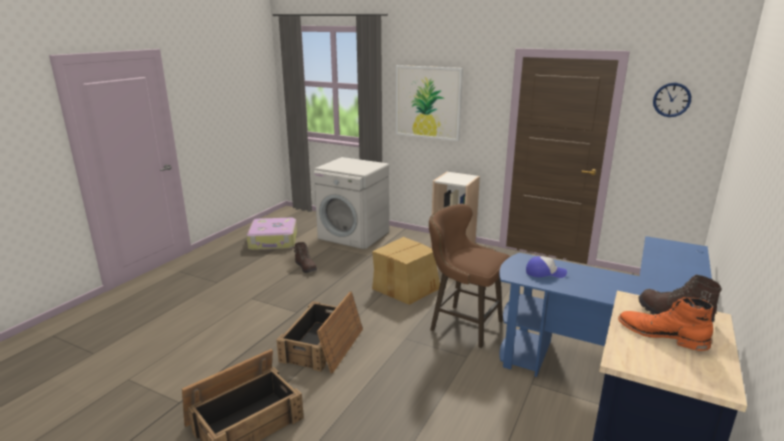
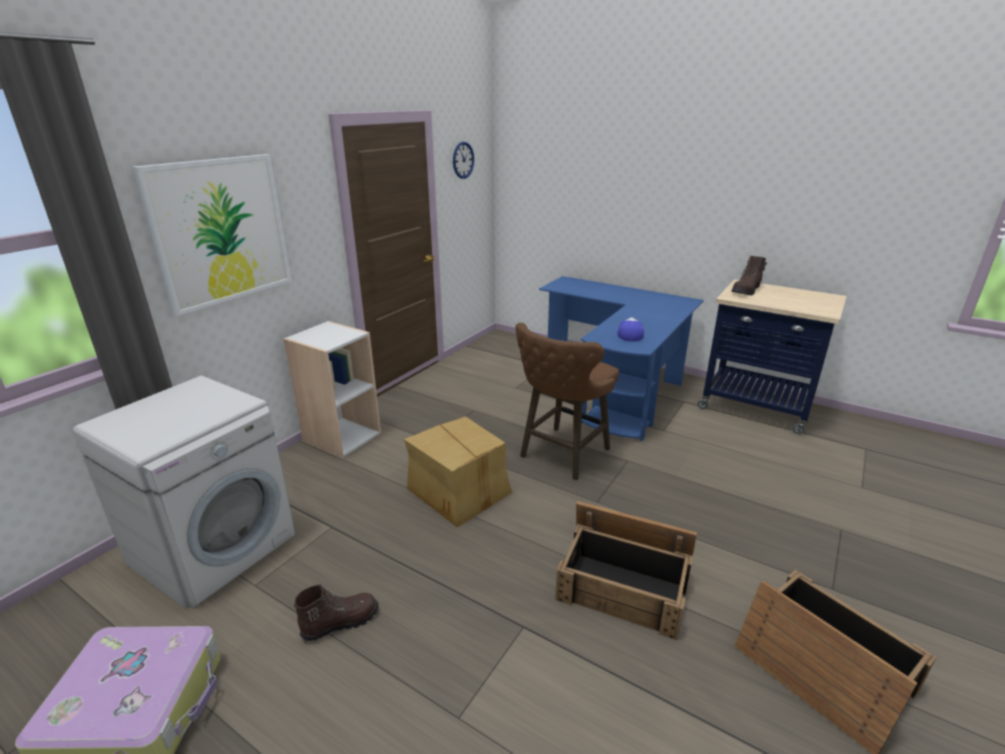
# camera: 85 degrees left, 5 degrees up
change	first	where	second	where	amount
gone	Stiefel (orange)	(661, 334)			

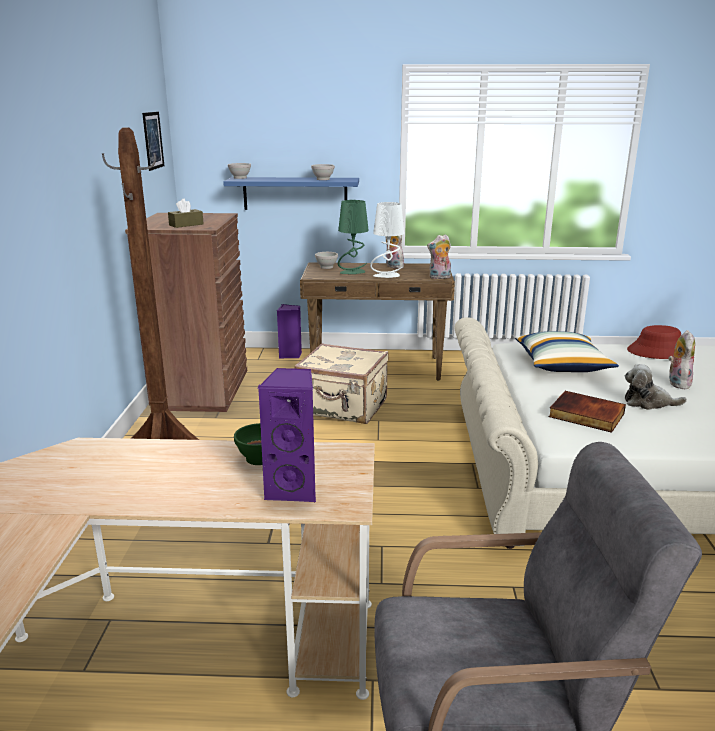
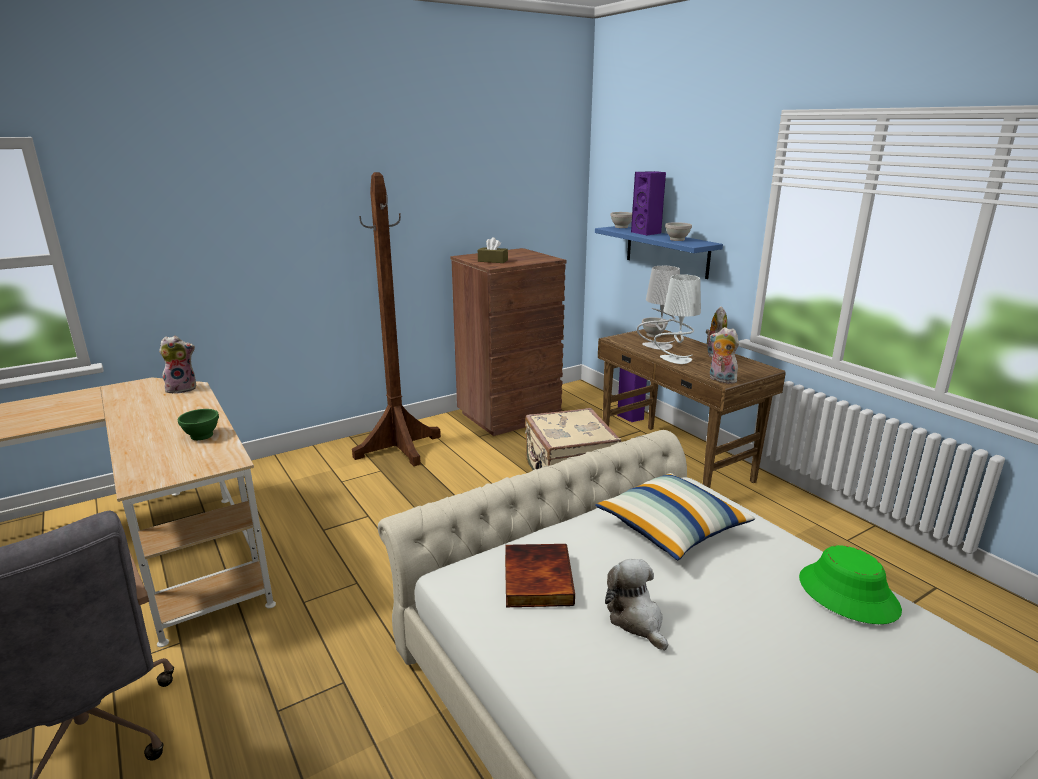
# camera: 55 degrees right, 0 degrees up
change	first	where	second	where	amount
gone	Bild	(153, 140)			
shifted	Lautsprecher (lila)	(294, 489)		(647, 233)	
shifted	Plüschtier	(677, 383)		(182, 388)	
repainted	Tischlampe (grün)	(352, 272)	Tischlampe (grau)	(657, 347)	
repainted	Hut (rot)	(658, 352)	Hut (grün)	(847, 594)	

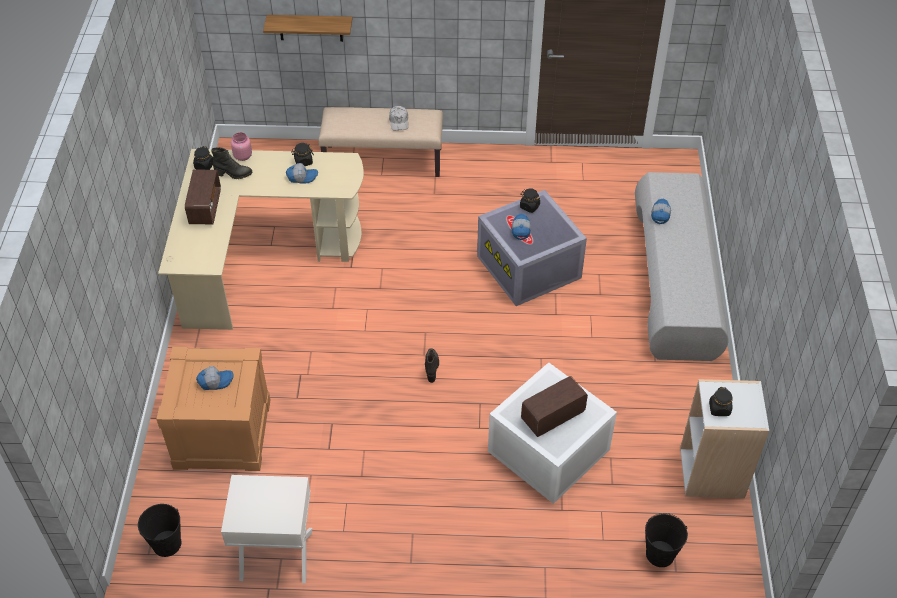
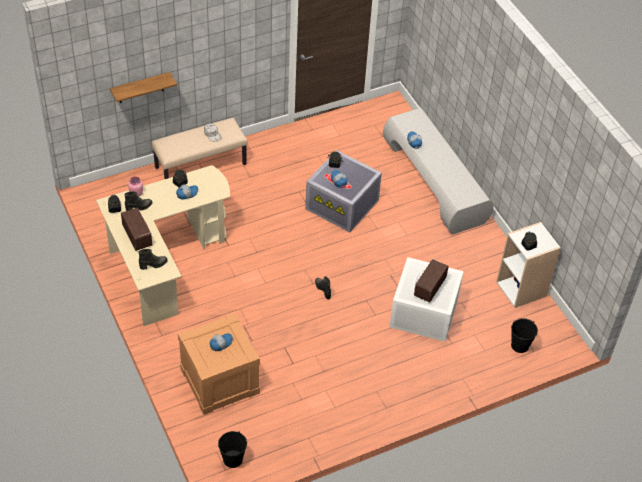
# camera: 30 degrees left, 0 degrees up
change	first	where	second	where	amount
gone	Nachttisch (weiß)	(276, 555)			
new			Stiefel (schwarz)	(153, 265)	

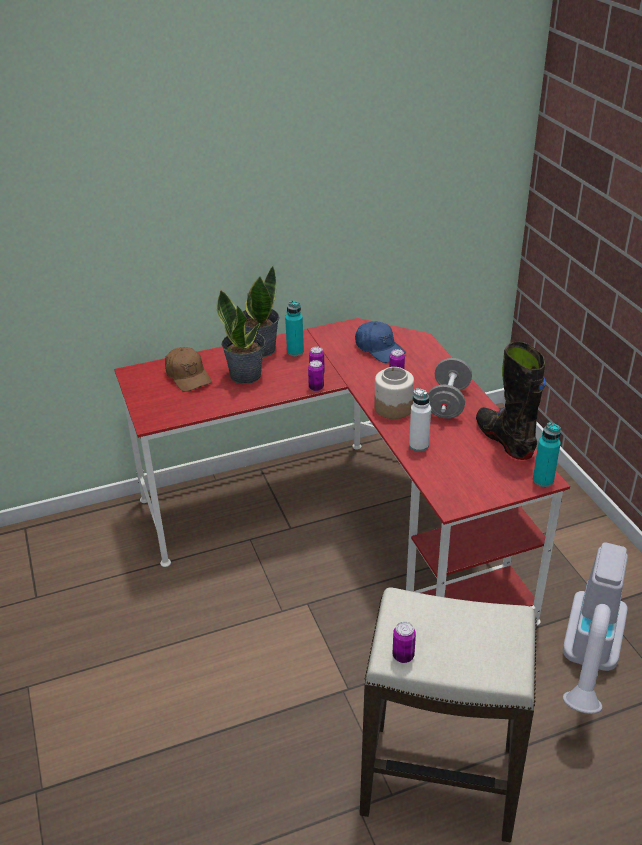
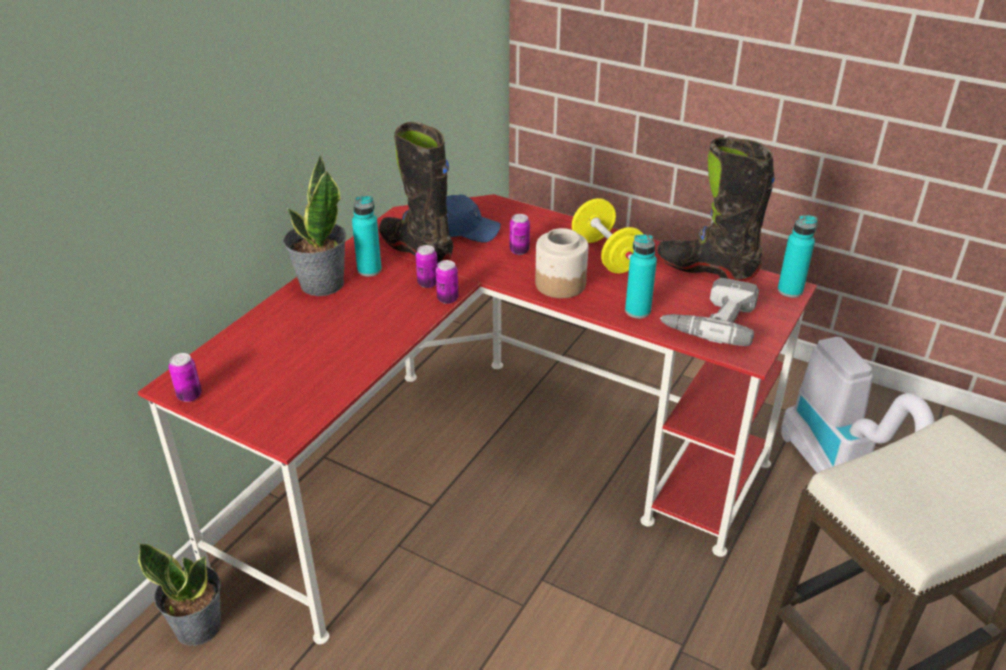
# camera: 40 degrees left, 0 degrees up
change	first	where	second	where	amount
gone	Kappe (braun)	(188, 376)			
new			Stiefel (schwarz)	(416, 250)	
new			Bohrmaschine	(710, 319)	
shifted	Topfpflanze	(246, 375)		(198, 625)	
shifted	Dose	(403, 656)		(189, 395)	
repainted	Flasche (weiß)	(418, 445)	Flasche (türkis)	(637, 311)	
repainted	Hantel (grau)	(448, 403)	Hantel (gelb)	(607, 255)	

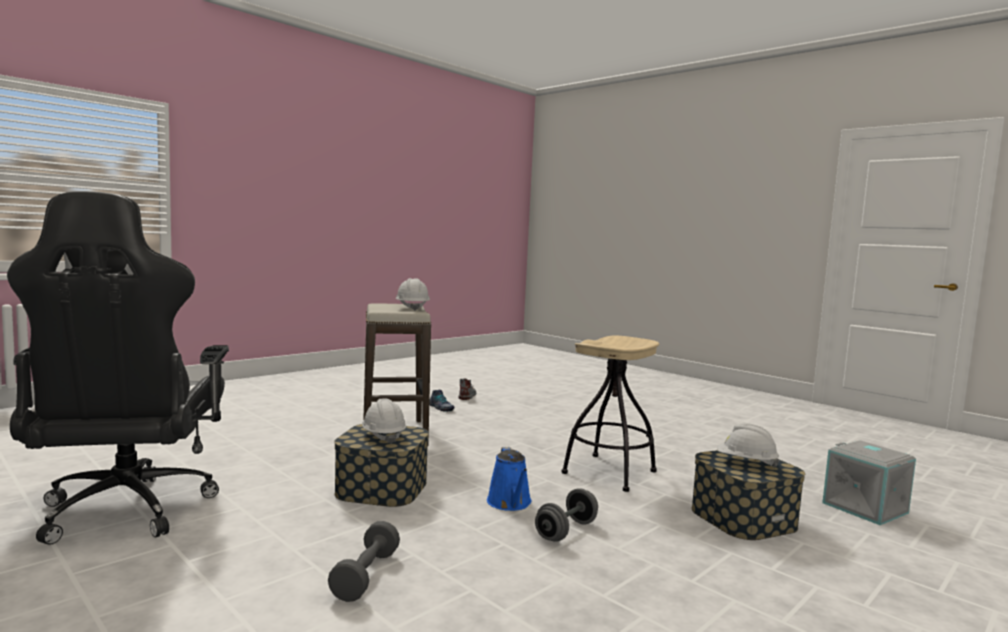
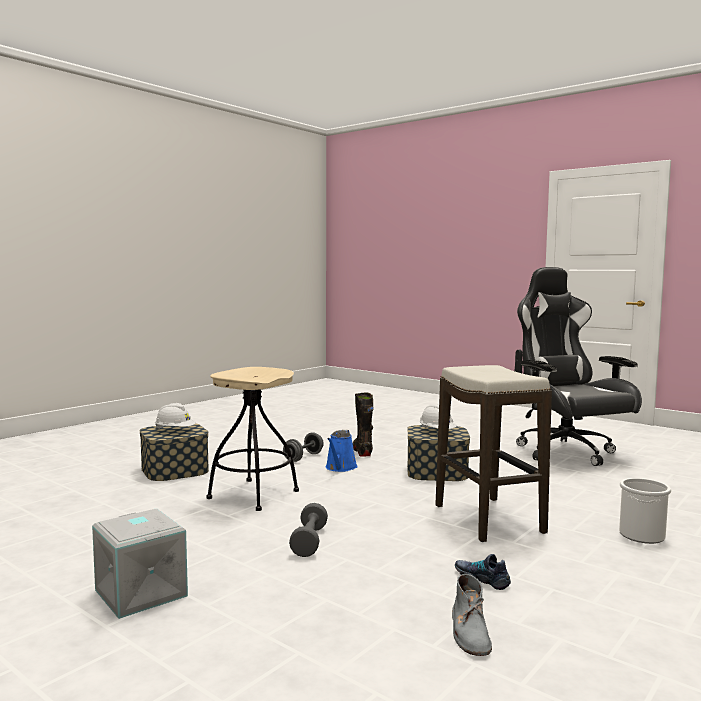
# camera: 175 degrees right, 0 degrees up
change	first	where	second	where	amount
gone	Schutzhelm (weiß)	(412, 308)			
new			Stiefel (schwarz)	(362, 452)	
new			Eimer	(641, 535)	
shifted	Hantel (grau)	(365, 576)		(309, 542)	
shifted	Aufbewahrungsbox (grau)	(866, 508)		(139, 593)	
rotated	Gießkanne (blau)	(510, 503)		(340, 468)	150 degrees counterclockwise

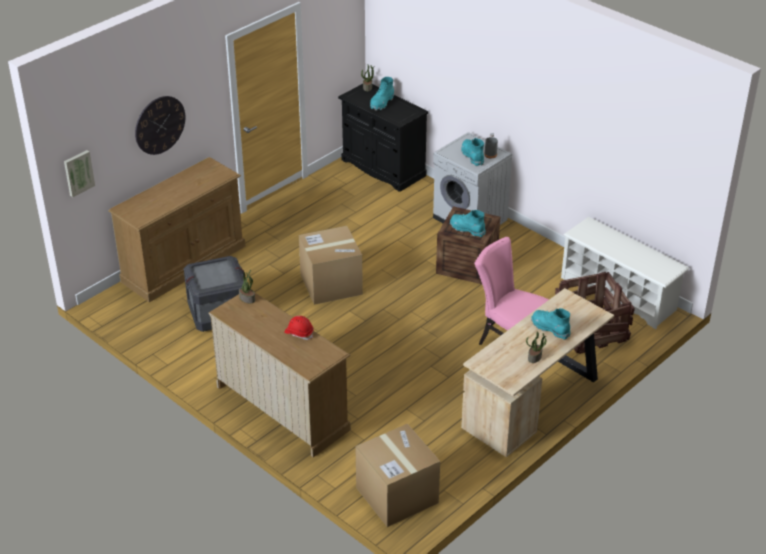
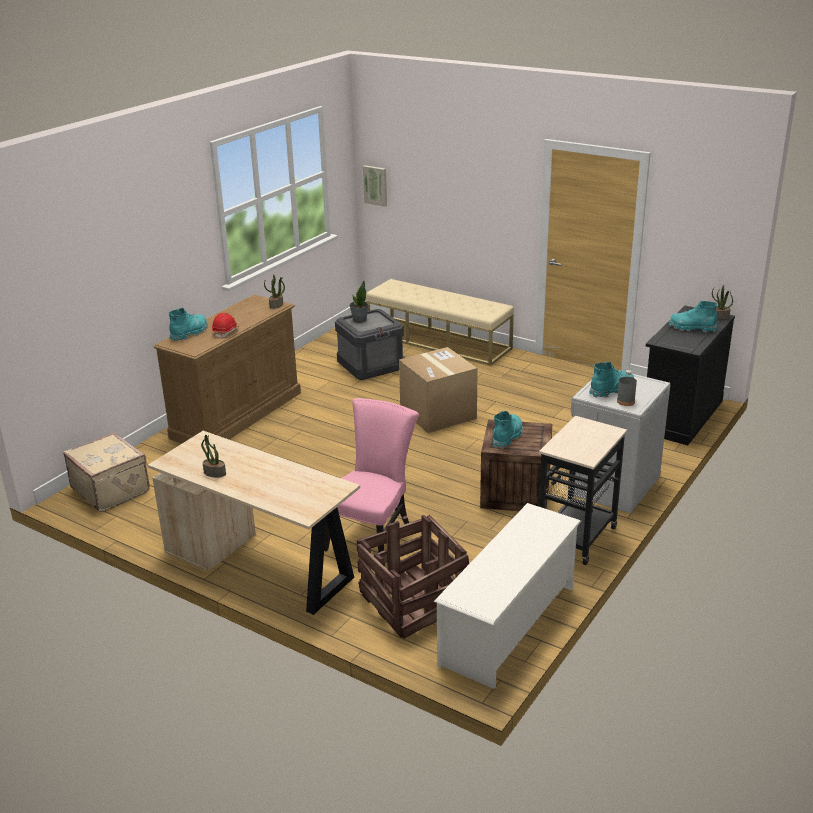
# camera: 80 degrees right, 10 degrees down
change	first	where	second	where	amount
gone	Wanduhr	(160, 125)			
new			Topfpflanze	(359, 320)	
new			Rollwagen	(577, 539)	
shifted	Stiefel (türkis)	(550, 328)		(189, 333)	
swapped	Schrank (braun)	(185, 263)	Bank (beige)	(439, 341)	
swapped	Karton	(397, 495)	Koffer (beige)	(111, 489)	

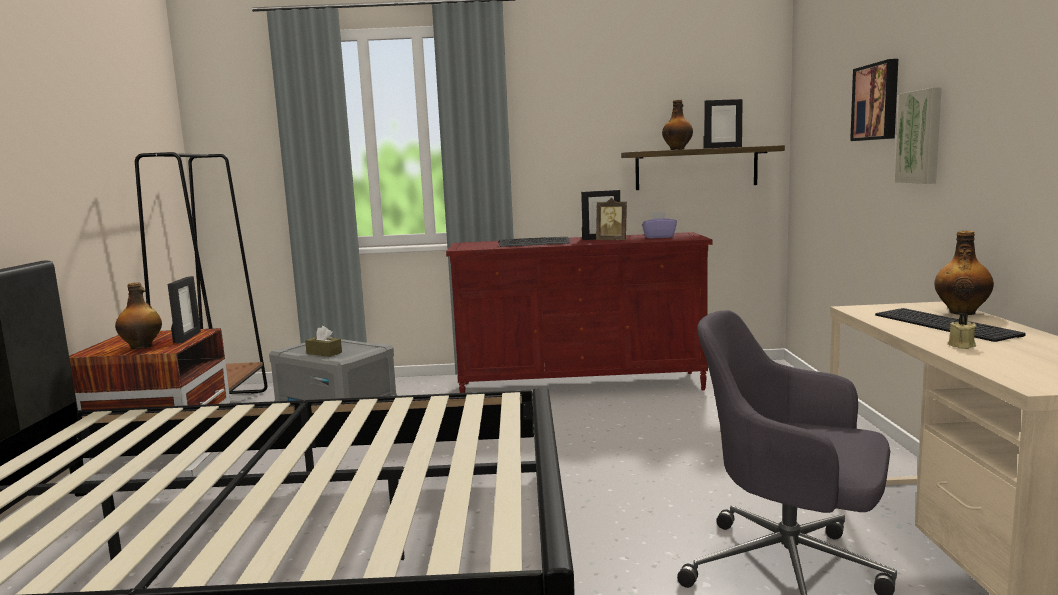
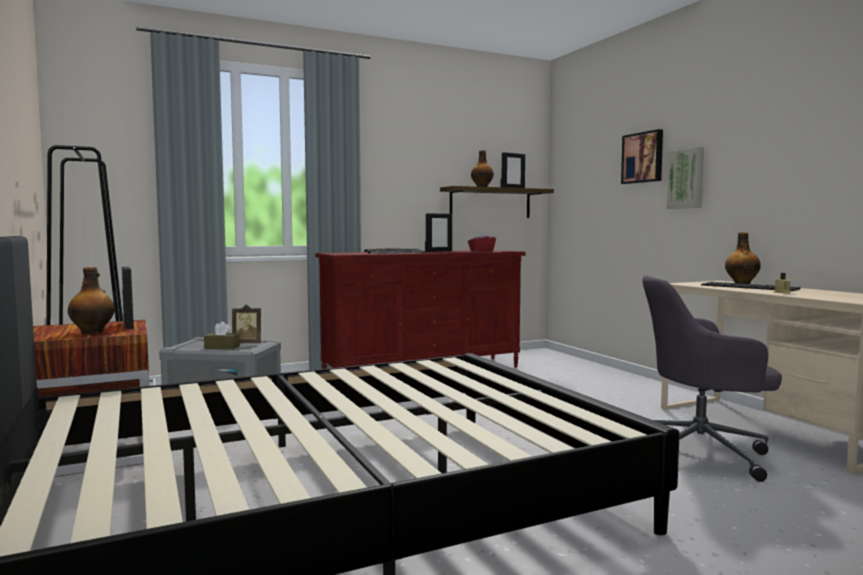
# camera: 25 degrees left, 5 degrees down
change	first	where	second	where	amount
shifted	Bilderrahmen	(612, 241)		(247, 343)	
repainted	Taschentuchbox (lila)	(659, 237)	Taschentuchbox (rot)	(481, 251)	

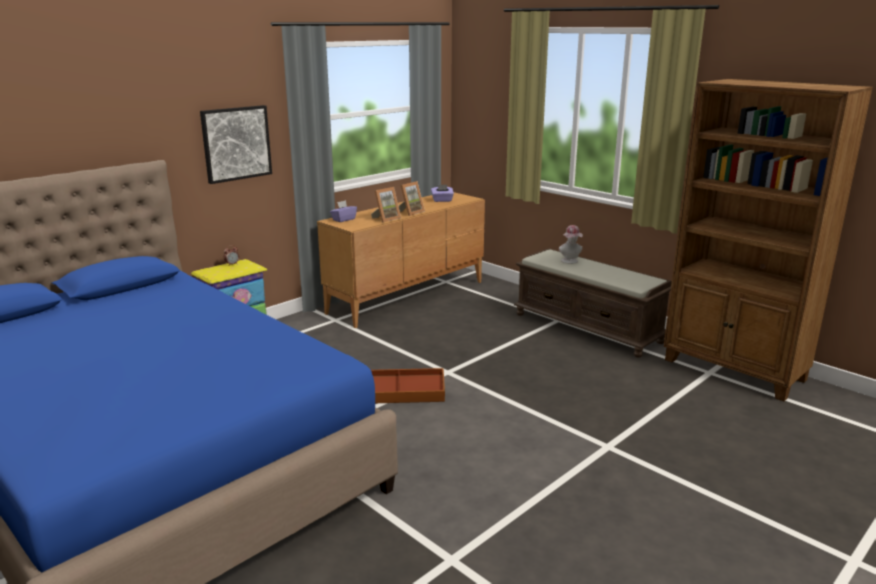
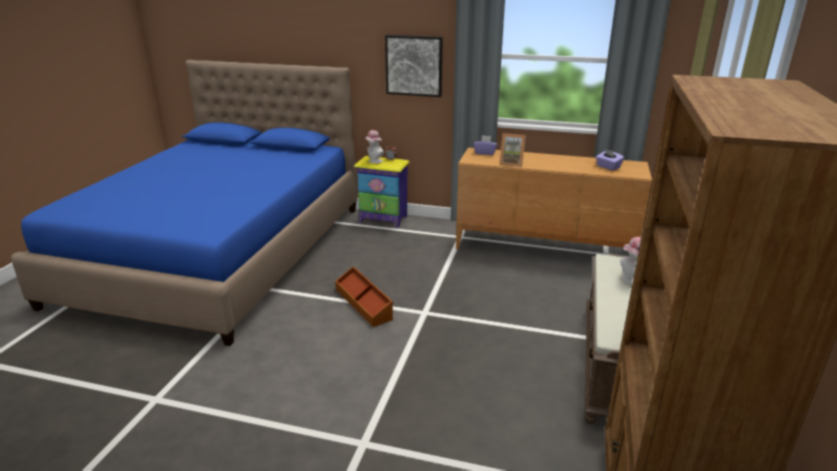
# camera: 60 degrees right, 5 degrees up
change	first	where	second	where	amount
gone	Bilderrahmen	(410, 212)			
new			Hut	(374, 161)	

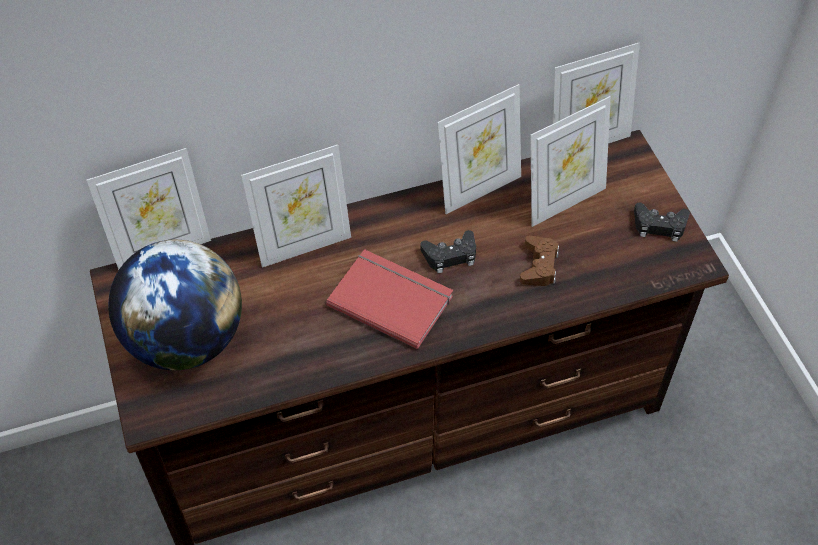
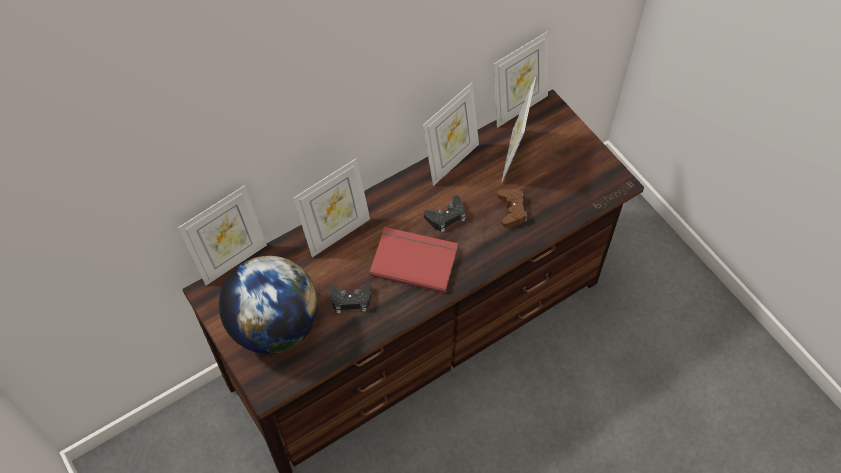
# camera: 15 degrees left, 5 degrees up
change	first	where	second	where	amount
shifted	Gamepad (schwarz)	(659, 226)		(351, 300)	
rotated	Bilderrahmen	(563, 201)		(514, 156)	150 degrees clockwise

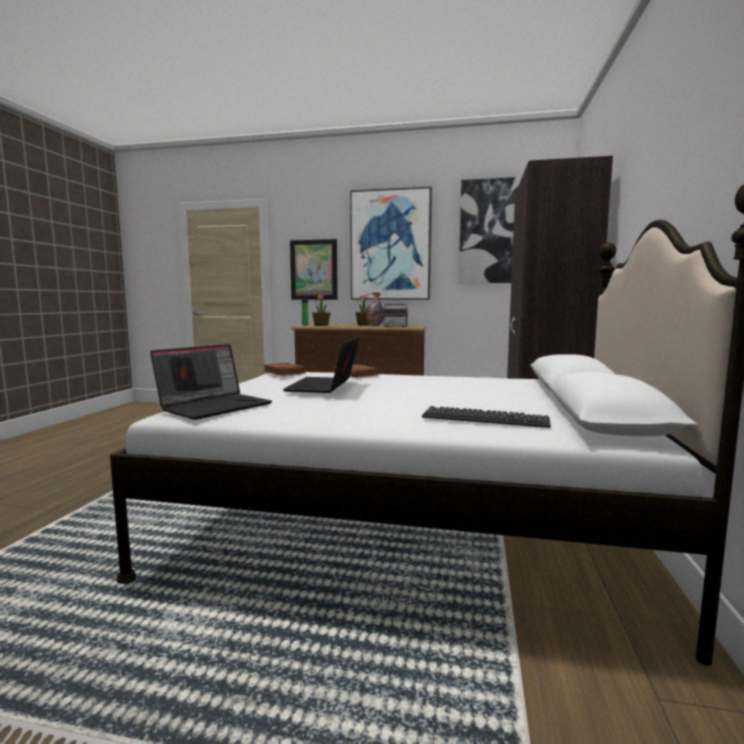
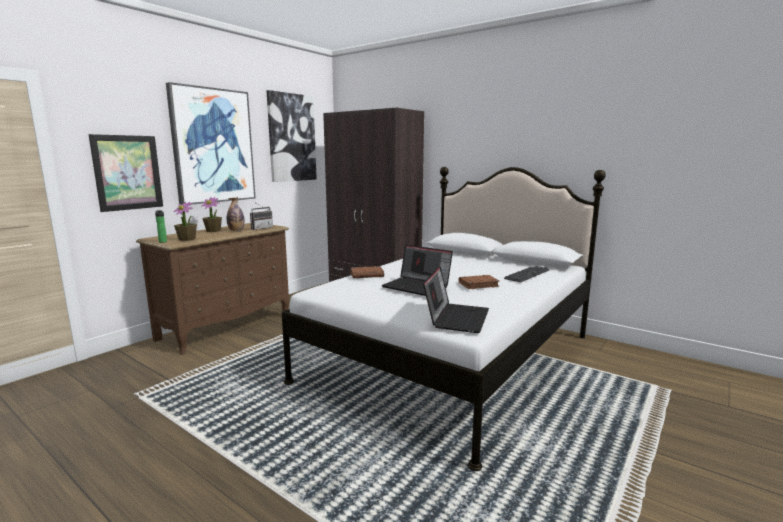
# camera: 65 degrees left, 5 degrees up
change	first	where	second	where	amount
shifted	Buch (braun)	(283, 372)		(478, 284)	
rotated	Laptop	(215, 406)		(456, 318)	45 degrees clockwise

